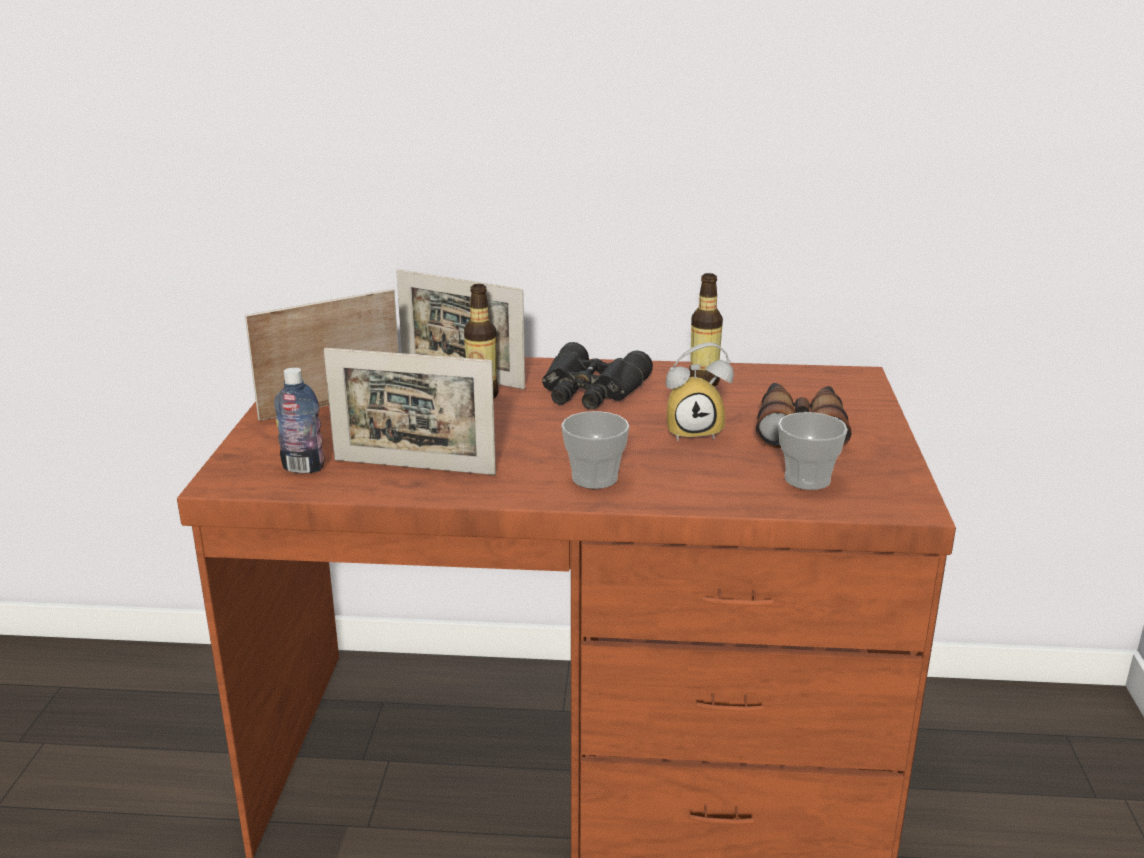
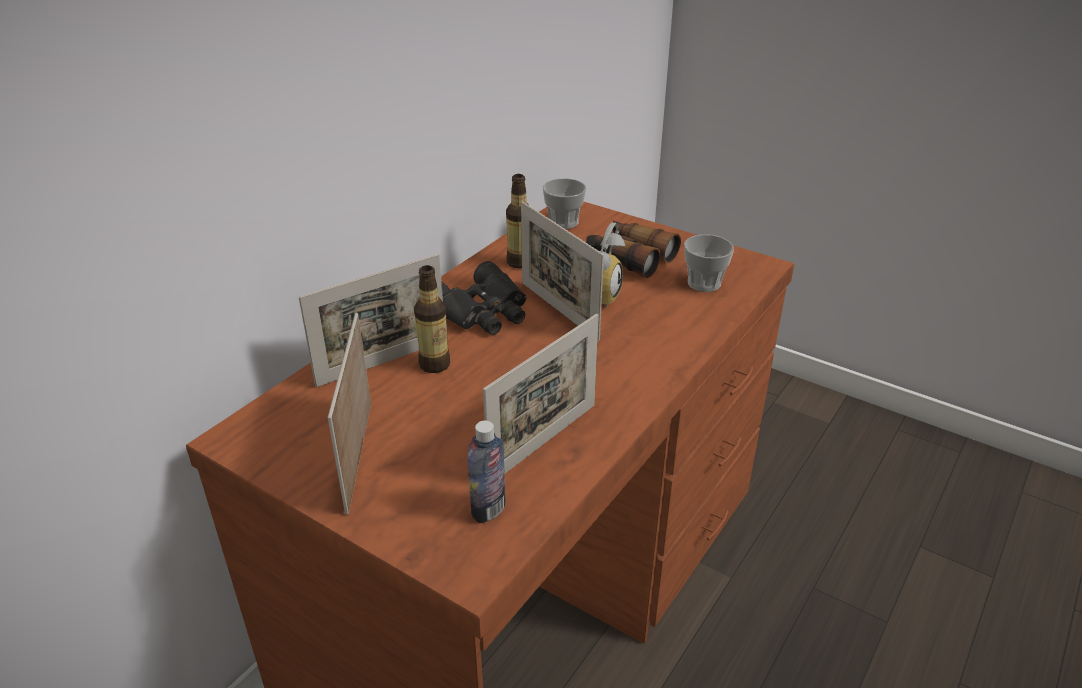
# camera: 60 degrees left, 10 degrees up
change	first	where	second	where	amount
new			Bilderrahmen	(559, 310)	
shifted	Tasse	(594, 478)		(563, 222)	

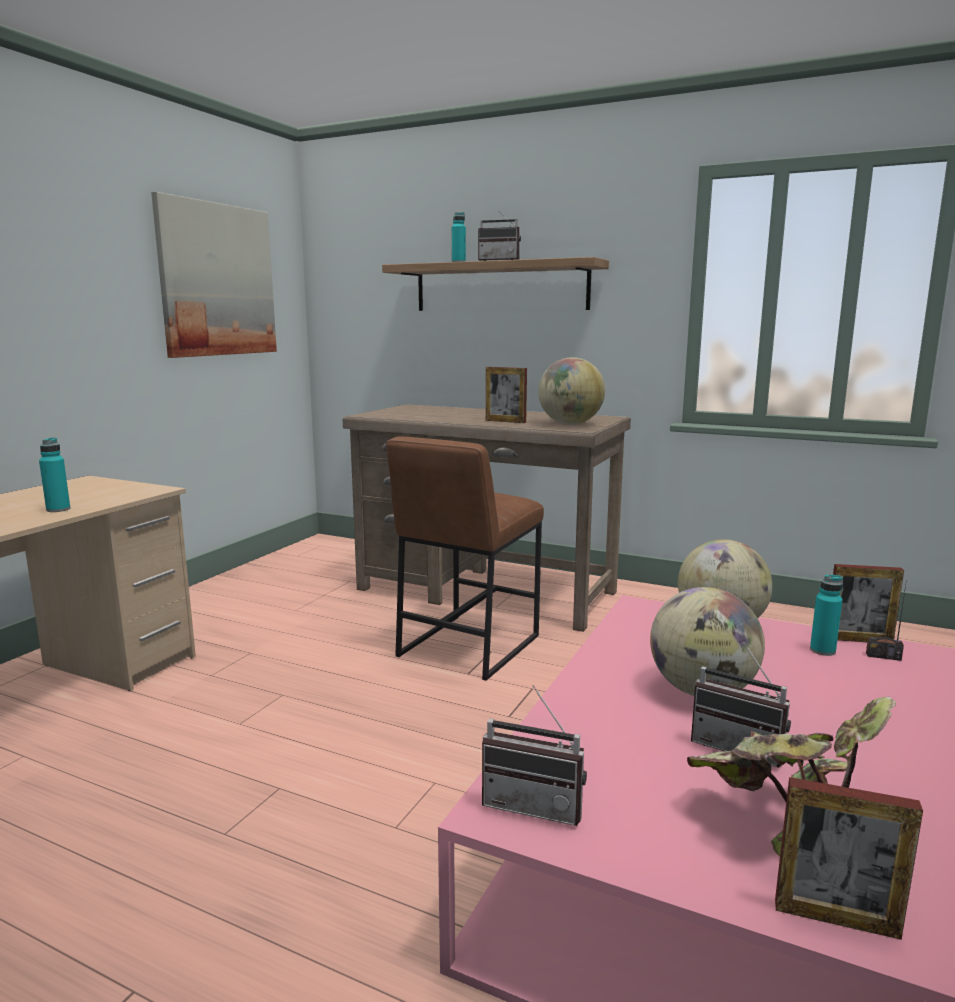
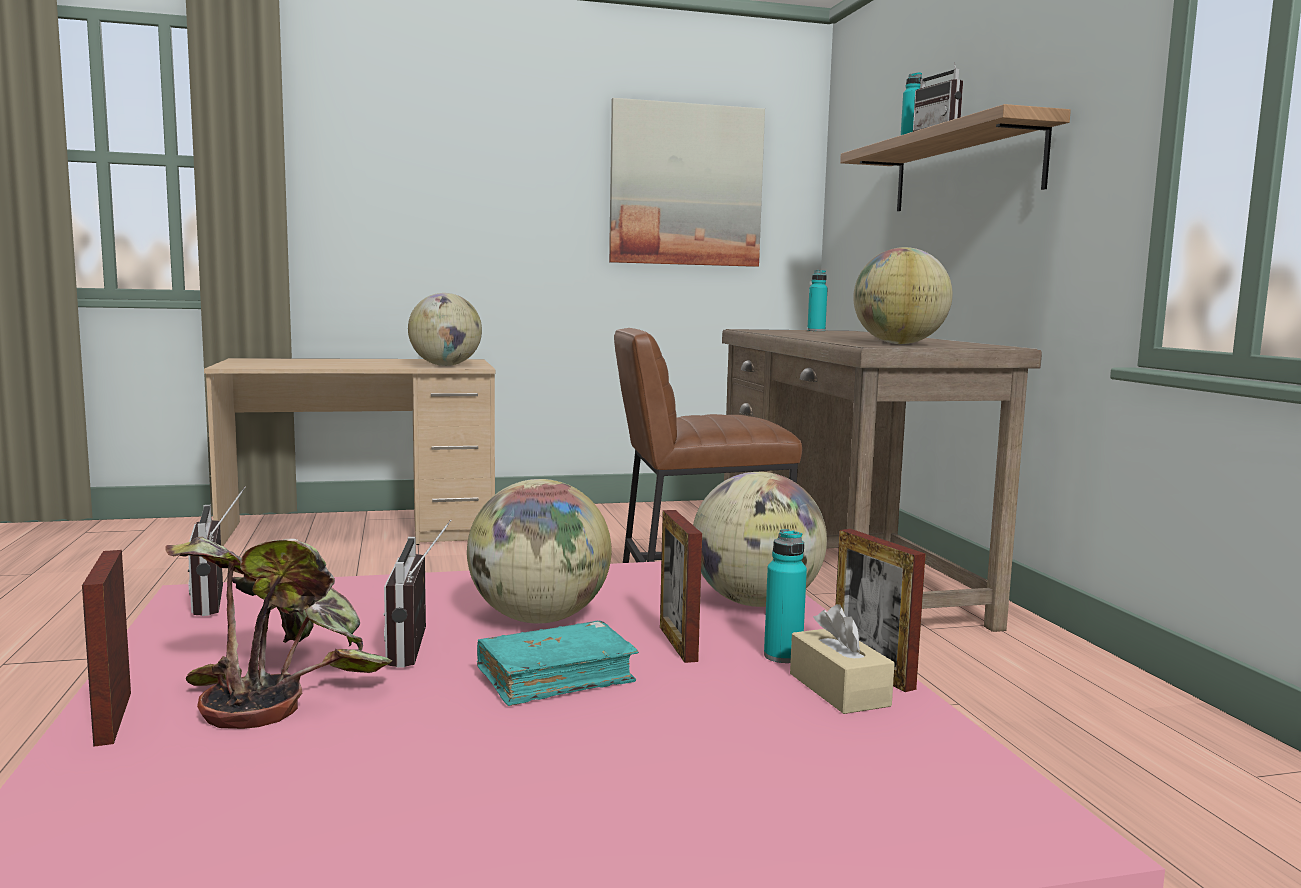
# camera: 50 degrees right, 5 degrees down
change	first	where	second	where	amount
new			Globus	(445, 365)	
new			Buch (türkis)	(556, 678)	
shifted	Flasche (türkis)	(58, 509)		(816, 330)	
shifted	Bilderrahmen	(505, 421)		(678, 643)	
swapped	Radio	(883, 656)	Taschentuchbox (beige)	(838, 689)	

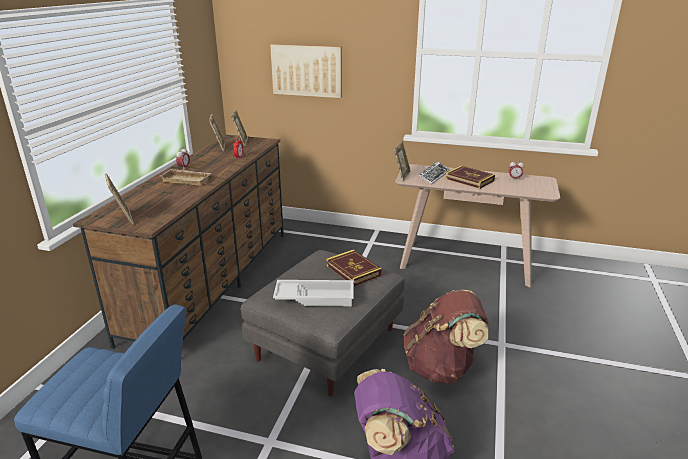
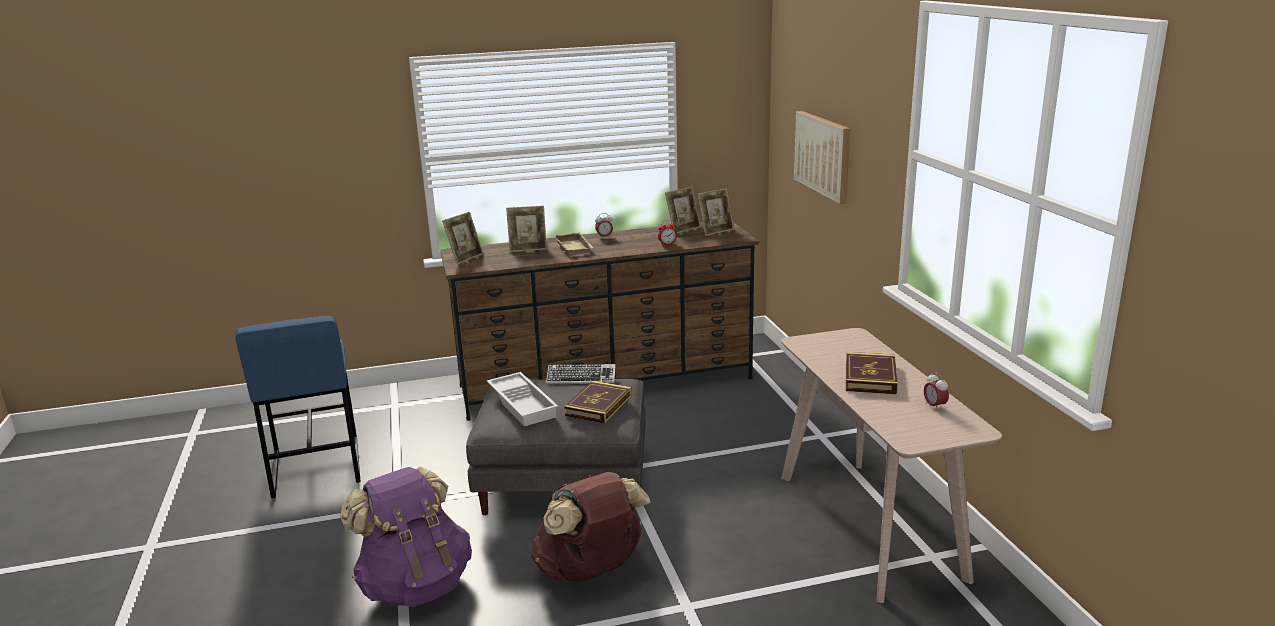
# camera: 60 degrees right, 5 degrees down
change	first	where	second	where	amount
shifted	Bilderrahmen	(401, 176)		(528, 249)	
shifted	Tastatur	(433, 175)		(581, 378)	

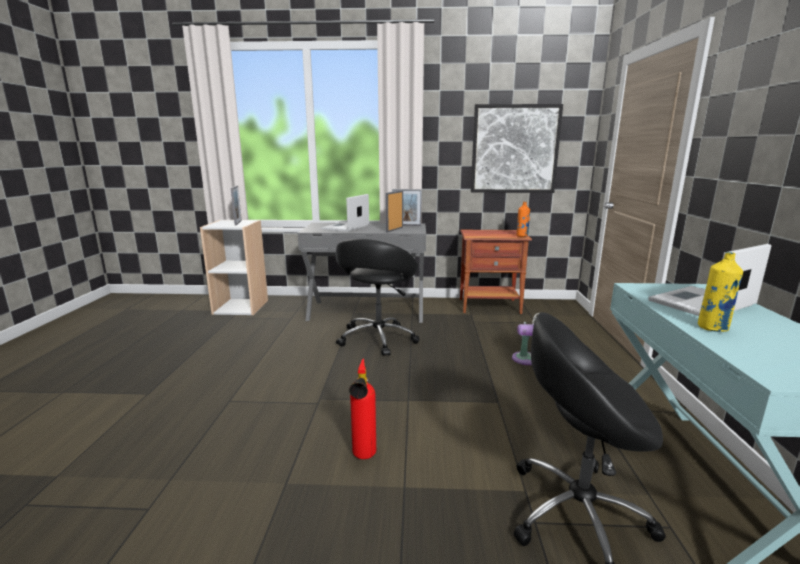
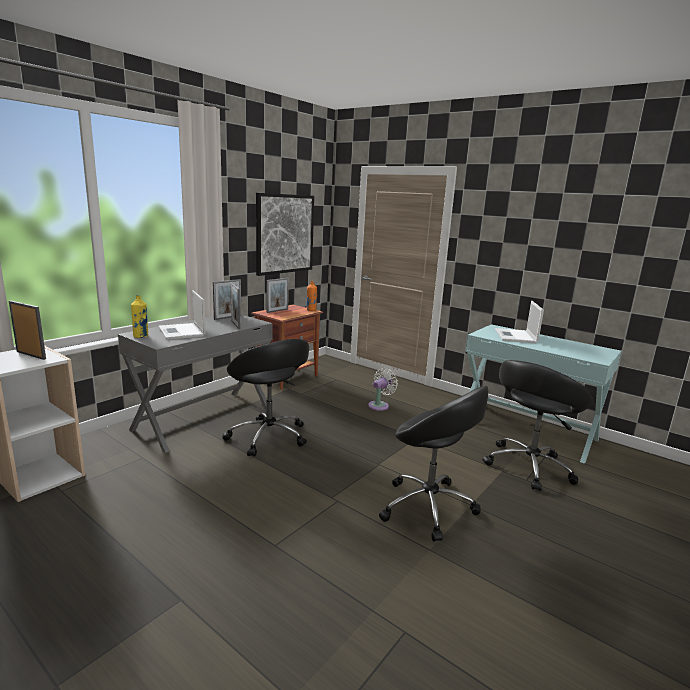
# camera: 55 degrees left, 0 degrees up
change	first	where	second	where	amount
new			Bilderrahmen	(277, 311)	
shifted	Flasche (gelb)	(713, 328)		(141, 336)	
swapped	Feuerlöscher	(363, 458)	Bürostuhl (schwarz)	(430, 508)	

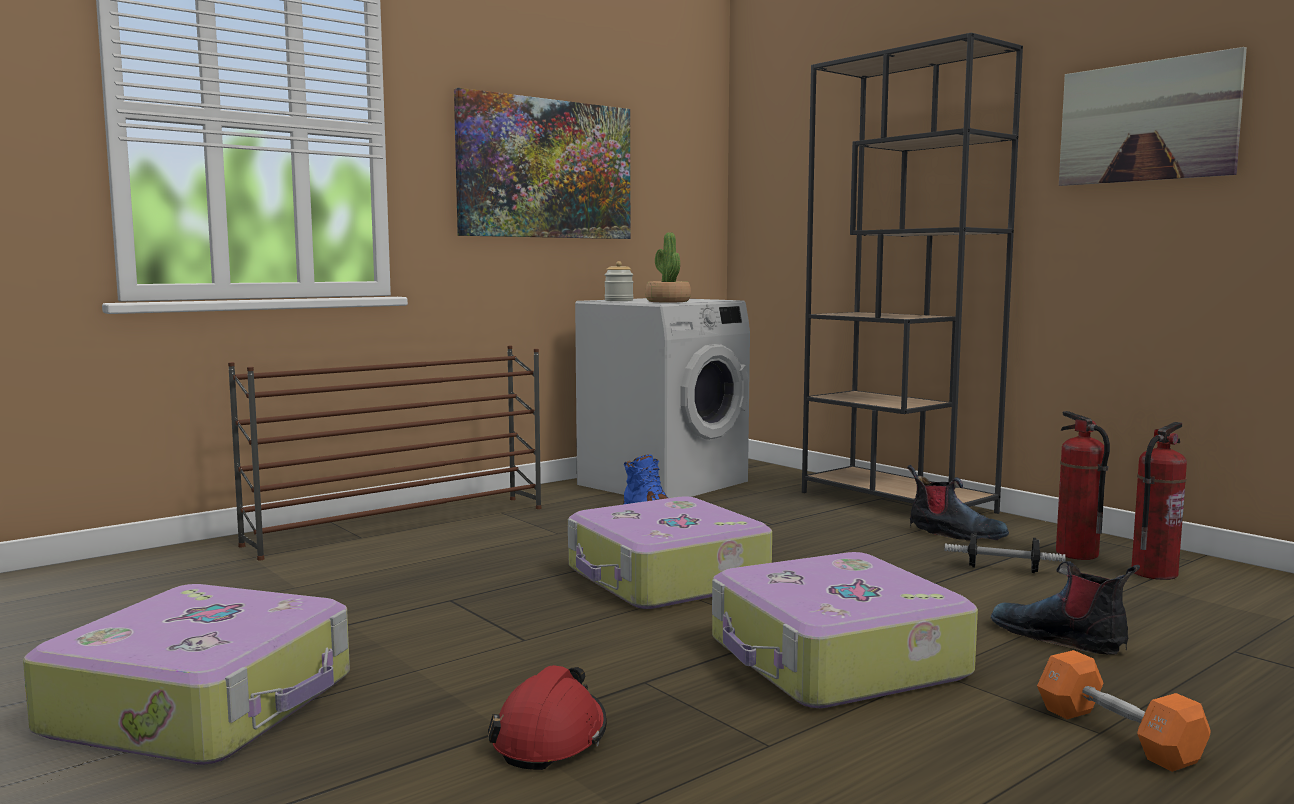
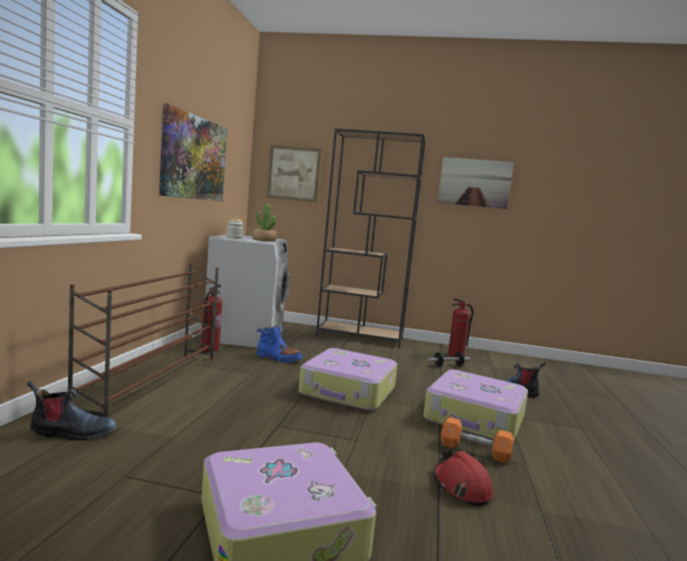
# camera: 40 degrees left, 0 degrees up
change	first	where	second	where	amount
new			Bild	(294, 173)	
shifted	Stiefel	(955, 534)		(71, 433)	
shifted	Hantel (orange)	(1117, 735)		(474, 451)	
shifted	Feuerlöscher	(1153, 573)		(209, 349)	

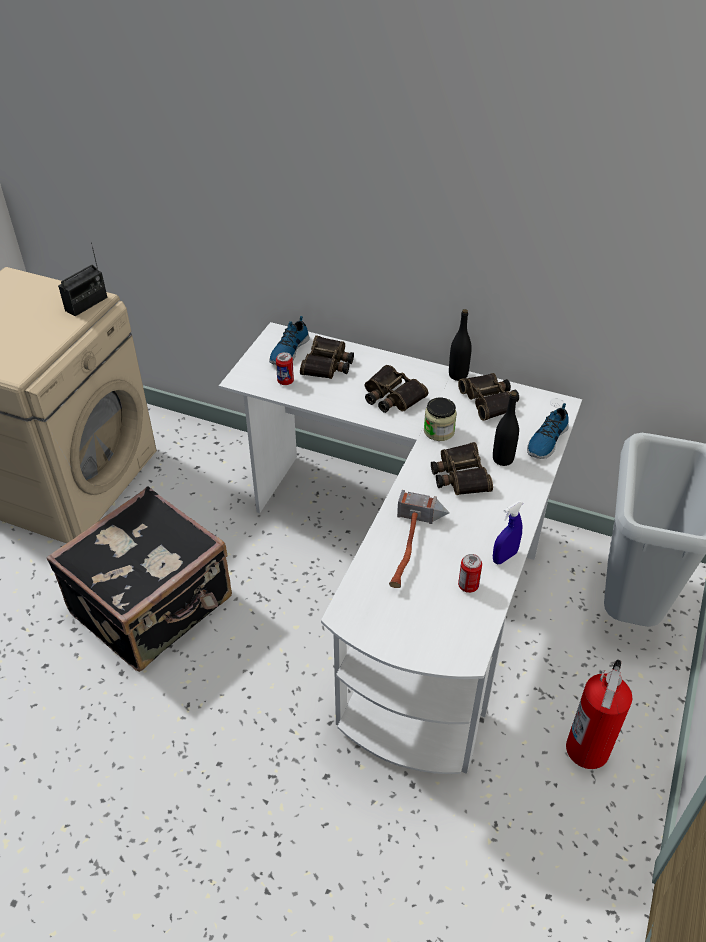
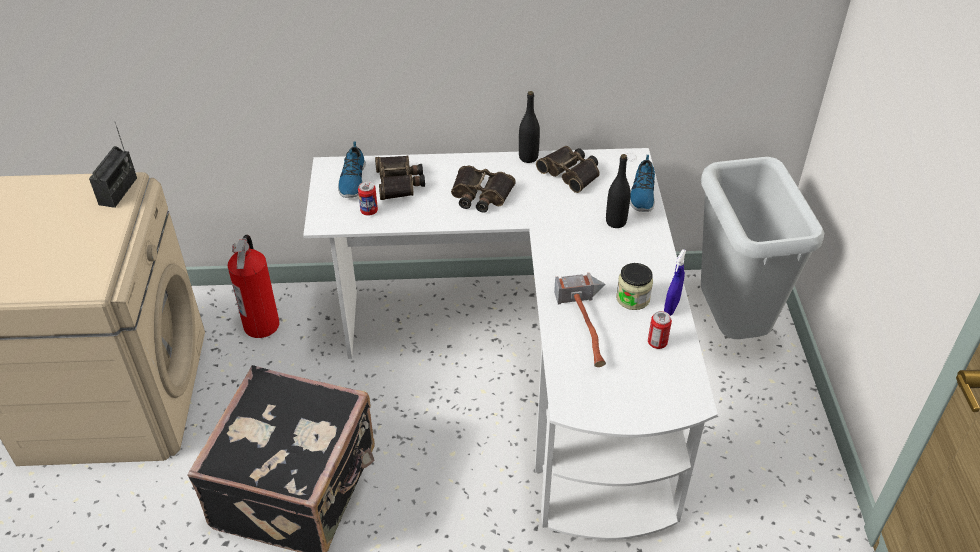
# camera: 25 degrees left, 0 degrees up
change	first	where	second	where	amount
gone	Fernglas	(459, 475)			
shifted	Vorratsglas	(439, 431)		(633, 298)	
shifted	Feuerlöscher	(588, 749)		(262, 325)	

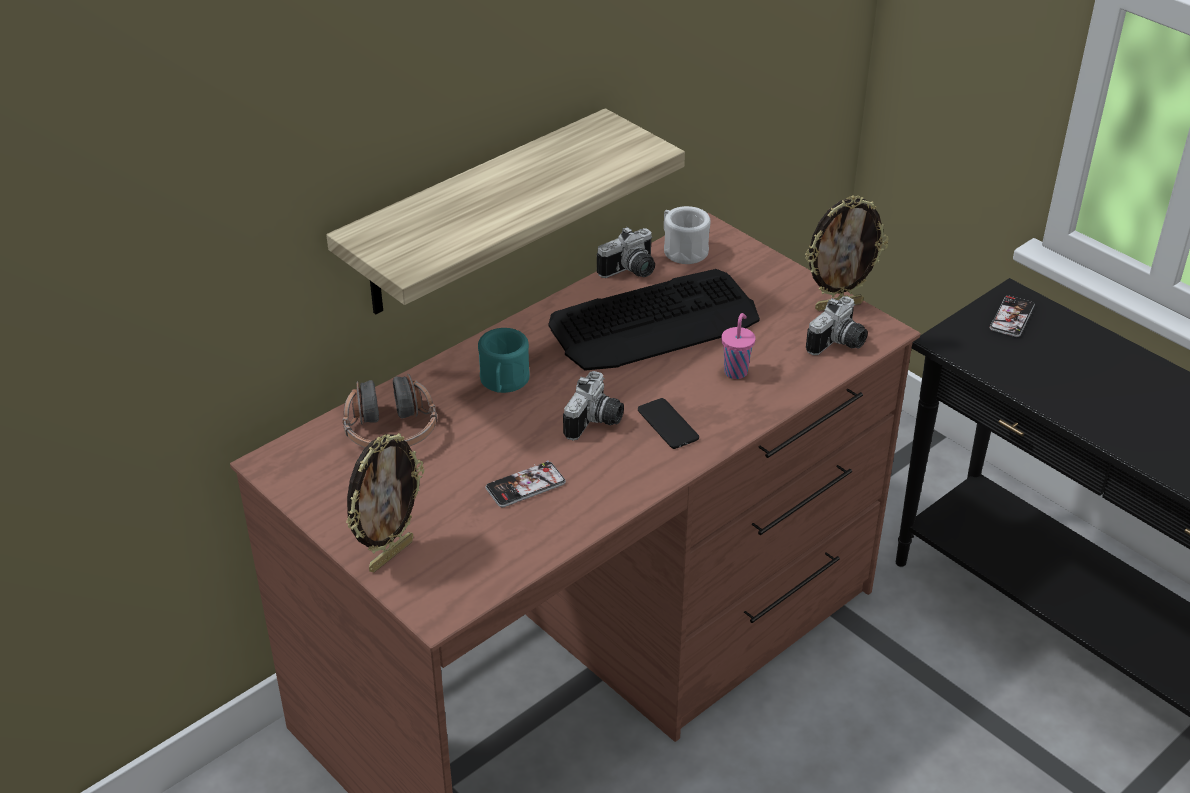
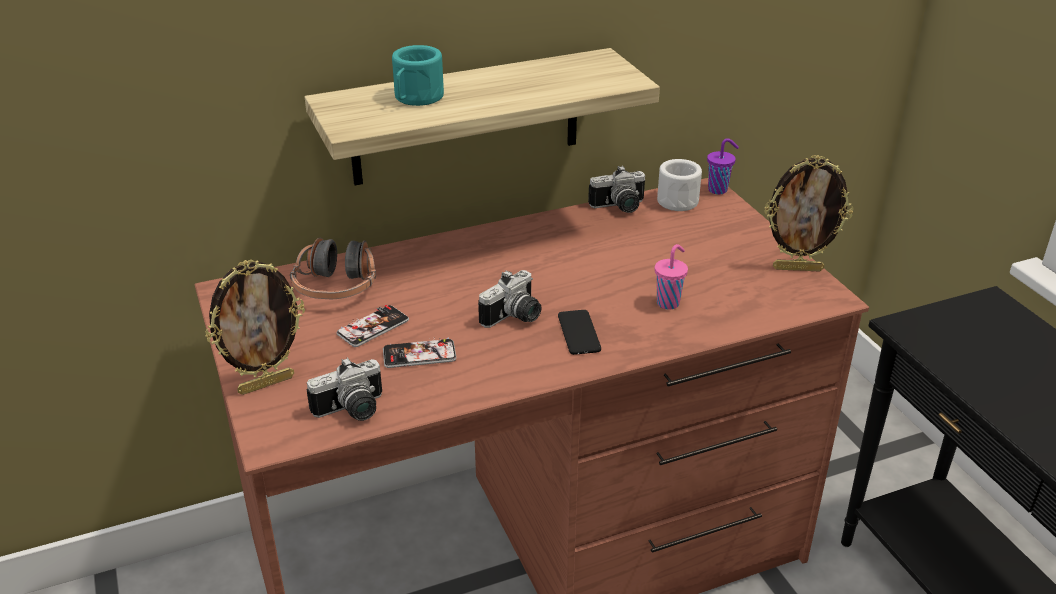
# camera: 20 degrees right, 5 degrees down
change	first	where	second	where	amount
gone	Tastatur	(655, 323)			
new			Tasse (lila)	(719, 190)	
shifted	Henkelbecher (türkis)	(503, 382)		(416, 98)	
shifted	Kamera	(839, 344)		(352, 411)	
shifted	Handy	(1012, 317)		(373, 327)	

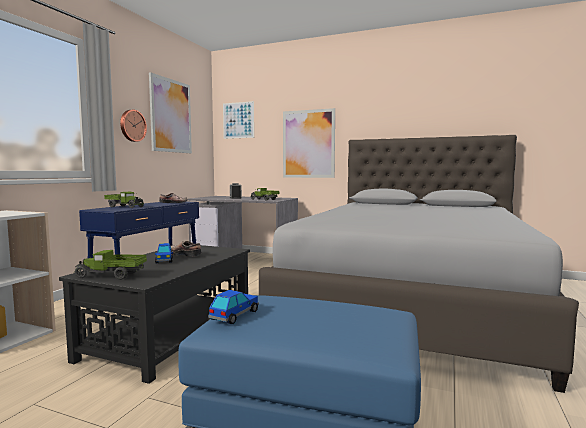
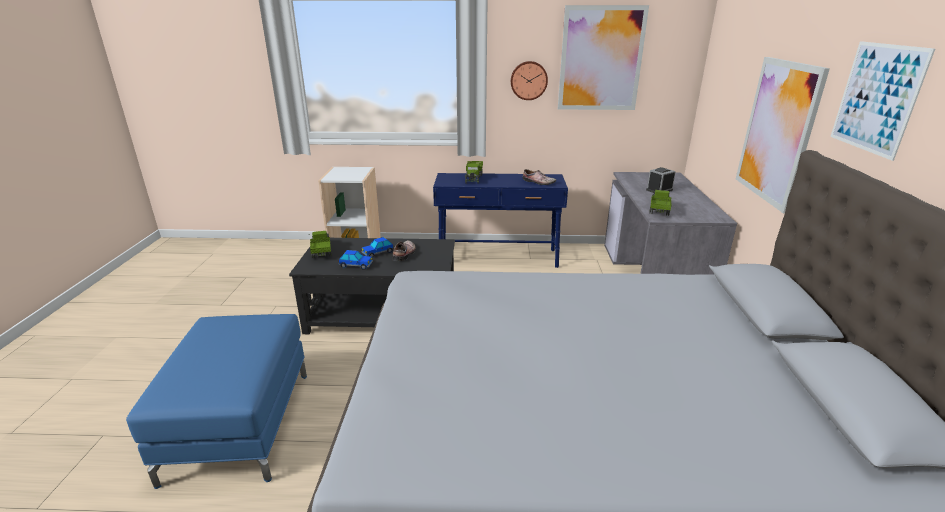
# camera: 70 degrees right, 20 degrees up
change	first	where	second	where	amount
shifted	Spielzeugauto	(234, 315)		(356, 265)	
shifted	Bild	(238, 120)		(876, 98)	

